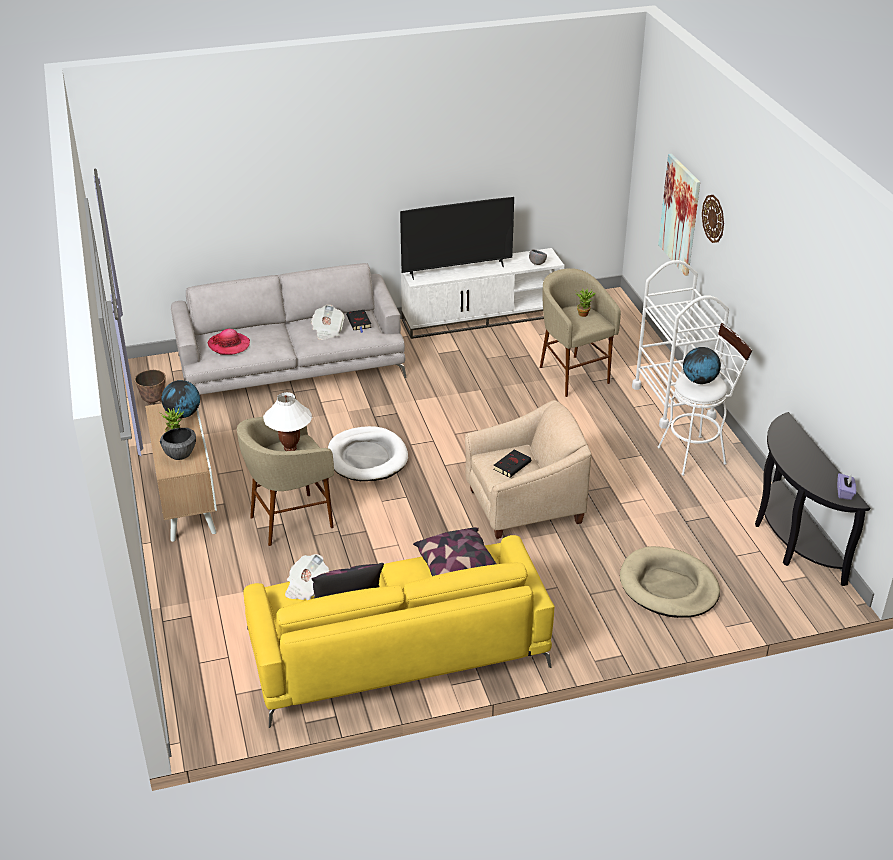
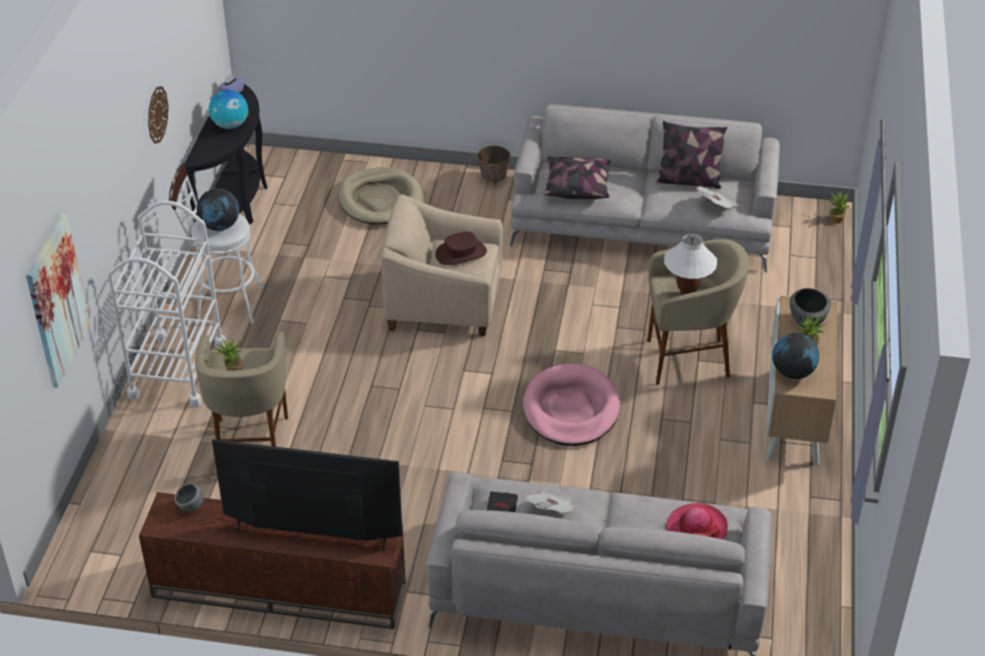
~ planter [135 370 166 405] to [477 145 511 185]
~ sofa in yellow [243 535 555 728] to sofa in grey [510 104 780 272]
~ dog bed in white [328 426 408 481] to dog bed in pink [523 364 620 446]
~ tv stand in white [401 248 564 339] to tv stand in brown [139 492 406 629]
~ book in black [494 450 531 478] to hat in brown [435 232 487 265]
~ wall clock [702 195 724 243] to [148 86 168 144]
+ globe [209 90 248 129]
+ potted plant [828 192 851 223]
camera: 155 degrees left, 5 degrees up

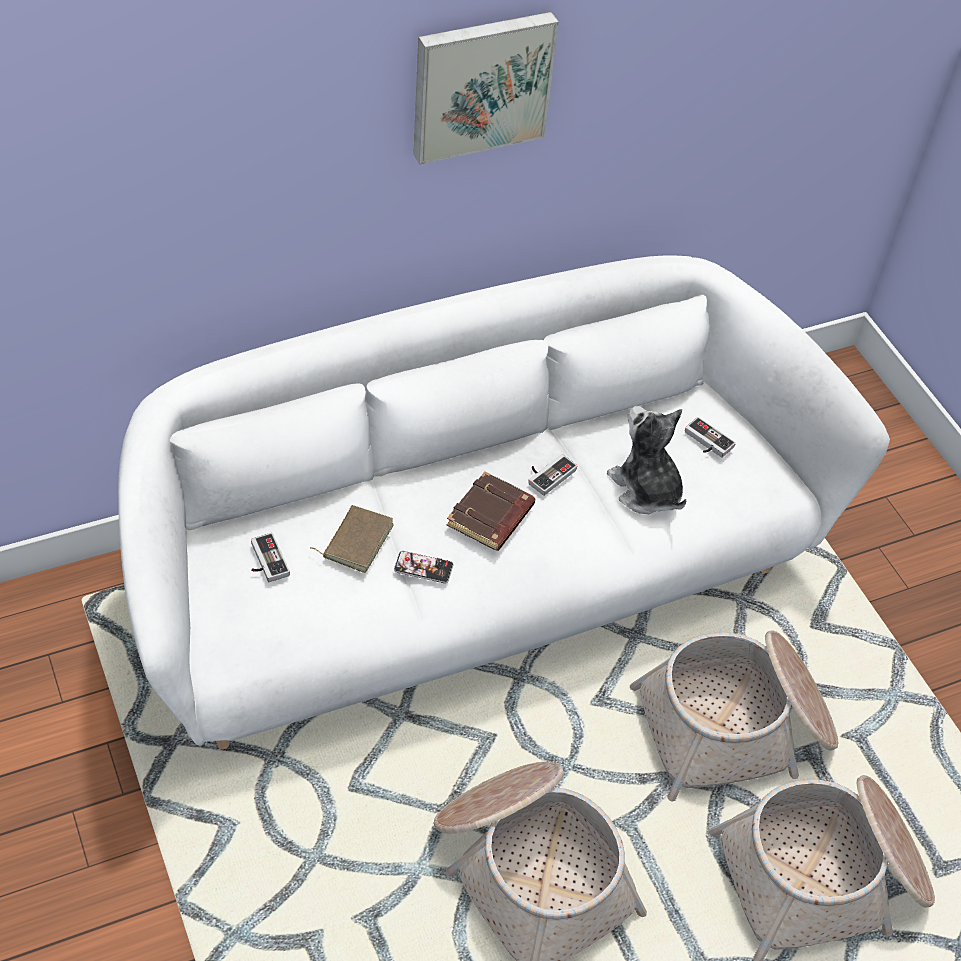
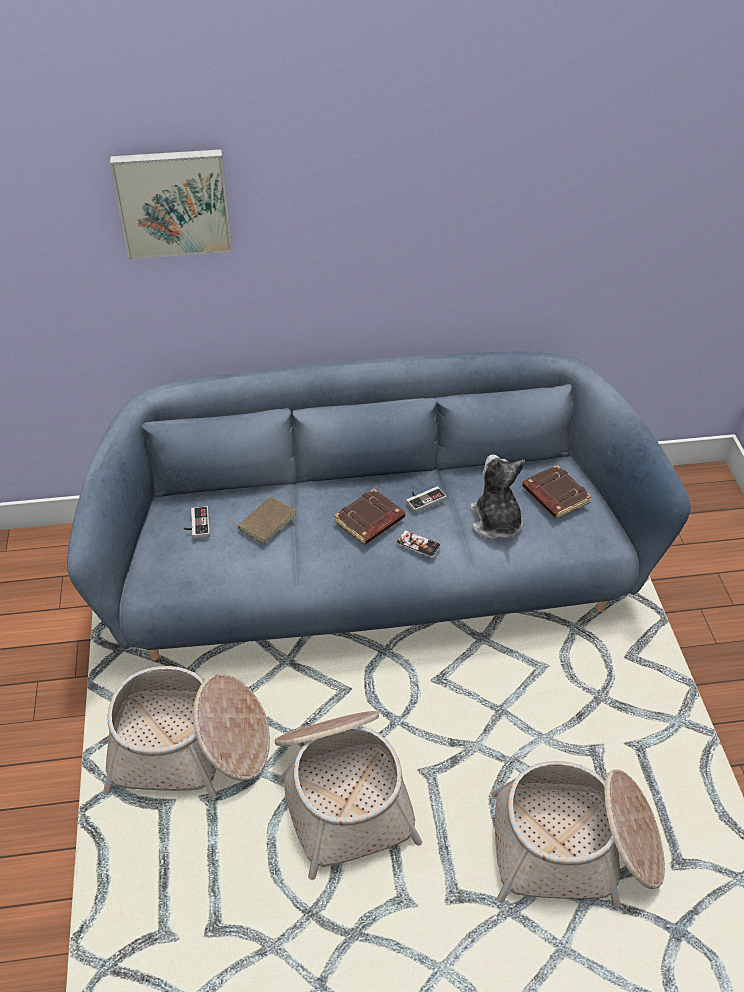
~ sofa in white [118 255 890 749] to sofa in blue [67 351 691 660]
~ phone [394 551 453 584] to [396 530 441 558]
~ picture [413 12 559 165] to [110 149 232 259]
~ basket [630 630 839 802] to [103 666 270 799]
~ game controller [685 417 736 458] to book in brown [522 465 592 519]
camera: 20 degrees right, 5 degrees down

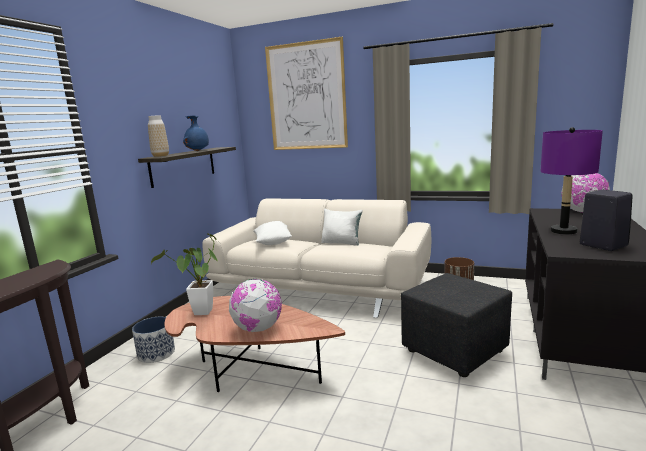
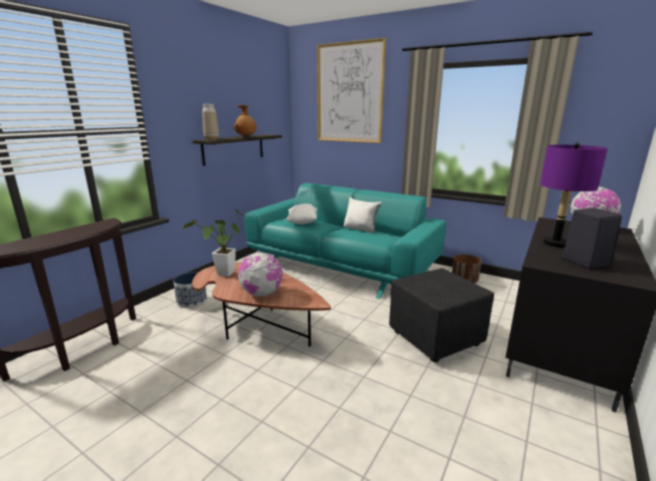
~ vase in blue [183 115 209 151] to vase in brown [234 105 257 137]
~ sofa in beige [202 198 431 318] to sofa in turquoise [245 183 446 299]
camera: 10 degrees right, 5 degrees up

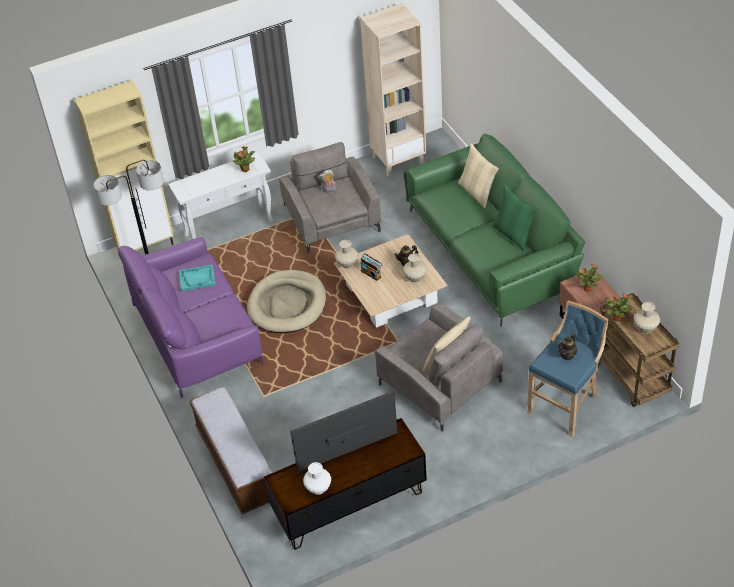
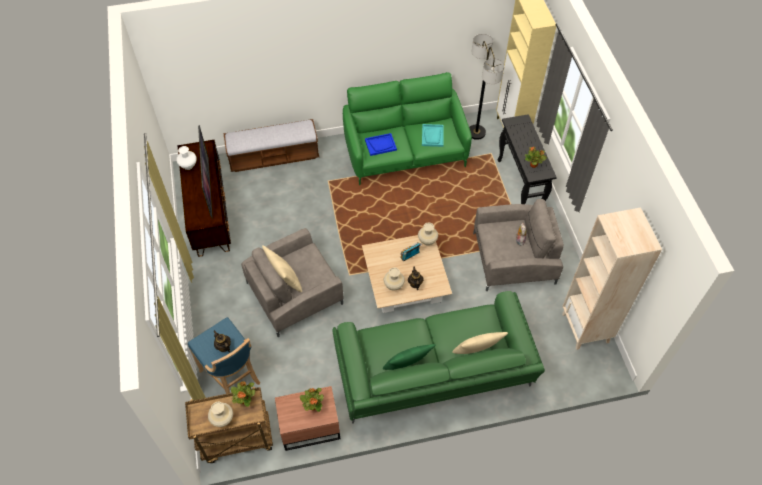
~ sofa in purple [118 237 264 398] to sofa in green [343 72 472 185]
~ console table in white [168 152 274 239] to console table in black [498 114 557 204]
- dog bed in beige [247 270 326 334]
+ tray in blue [365 133 397 156]
camera: 100 degrees right, 10 degrees up

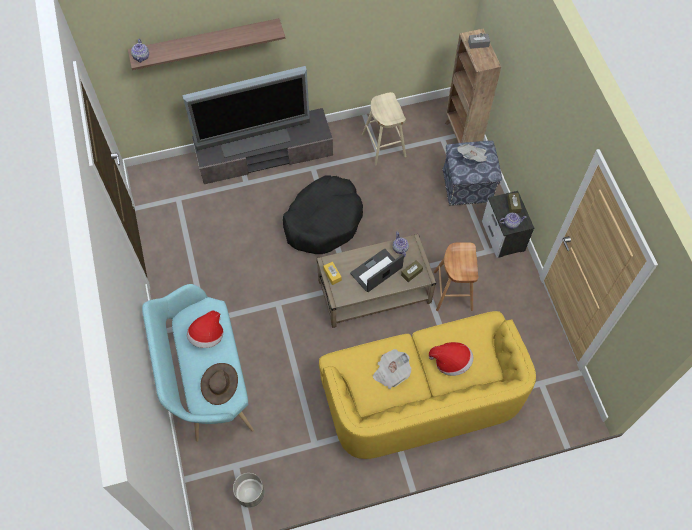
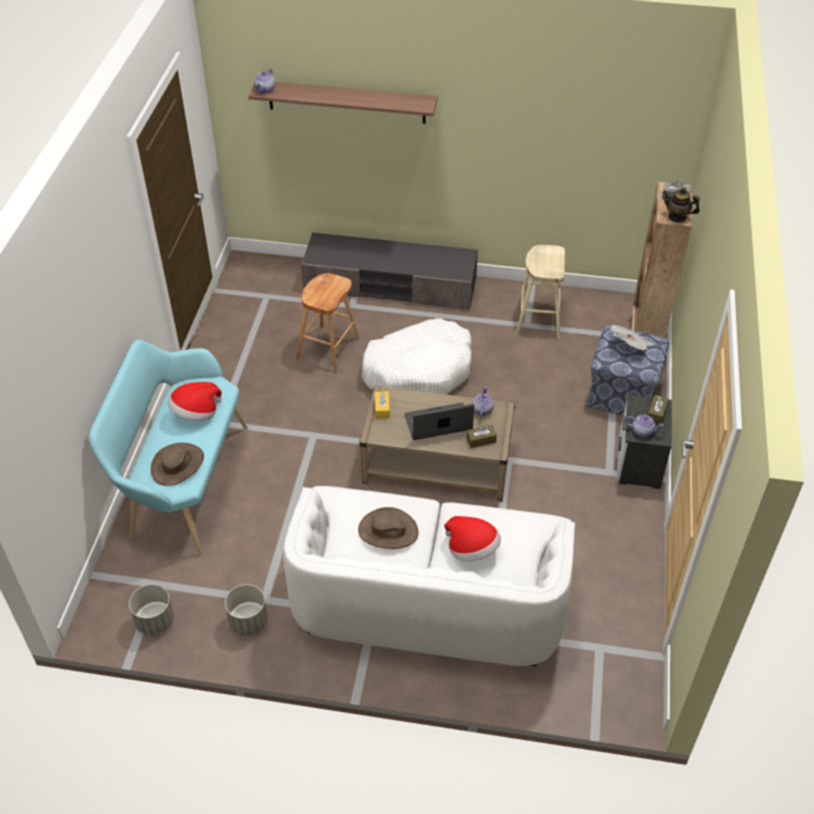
- television [182 66 310 158]
~ dog bed in black [283 175 363 254] to dog bed in white [361 319 472 394]
~ sofa in yellow [319 311 536 459] to sofa in white [283 486 575 667]
~ newspaper [373 349 411 389] to hat in brown [358 507 419 549]
~ stool in brown [434 242 478 311] to [296 273 360 373]
+ planter in grey [225 584 268 635]
+ teapot [663 187 700 223]
camera: 25 degrees right, 15 degrees down

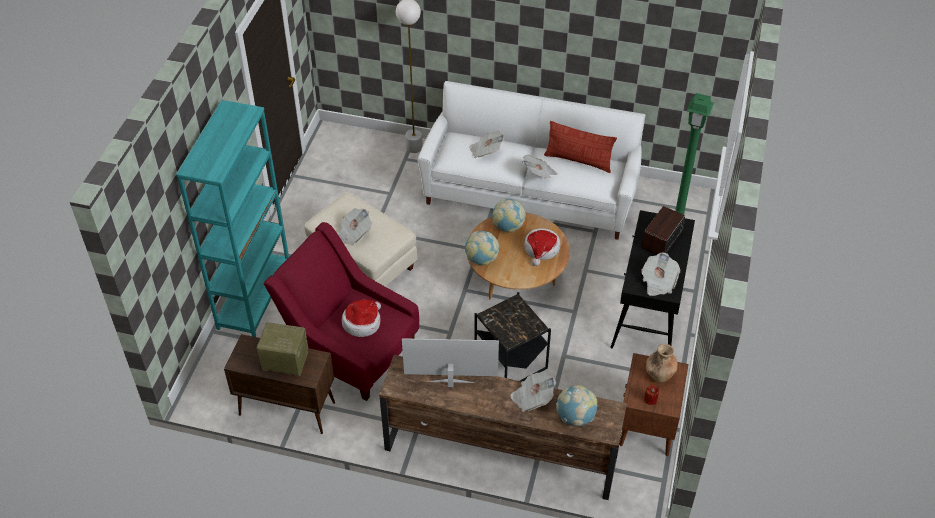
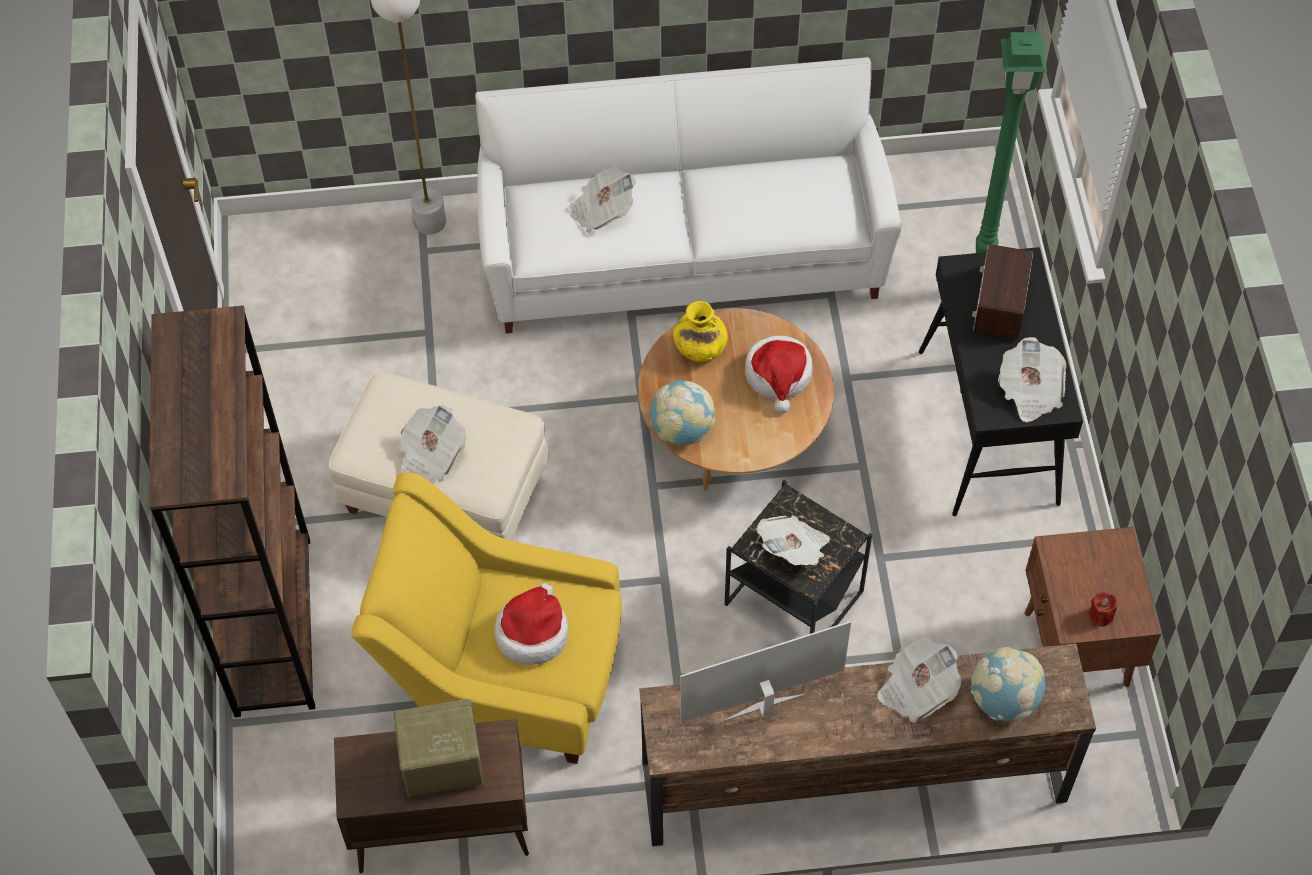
~ bookcase in turquoise [176 100 289 337] to bookcase in brown [149 306 315 717]
~ armchair in red [264 222 419 401] to armchair in yellow [351 472 622 764]
~ globe [492 199 526 233] to vase in yellow [673 301 728 362]
~ newspaper [522 155 558 178] to [757 515 830 565]
- pillow [544 121 617 173]
- vase in brown [646 344 677 383]
camera: 20 degrees left, 10 degrees up

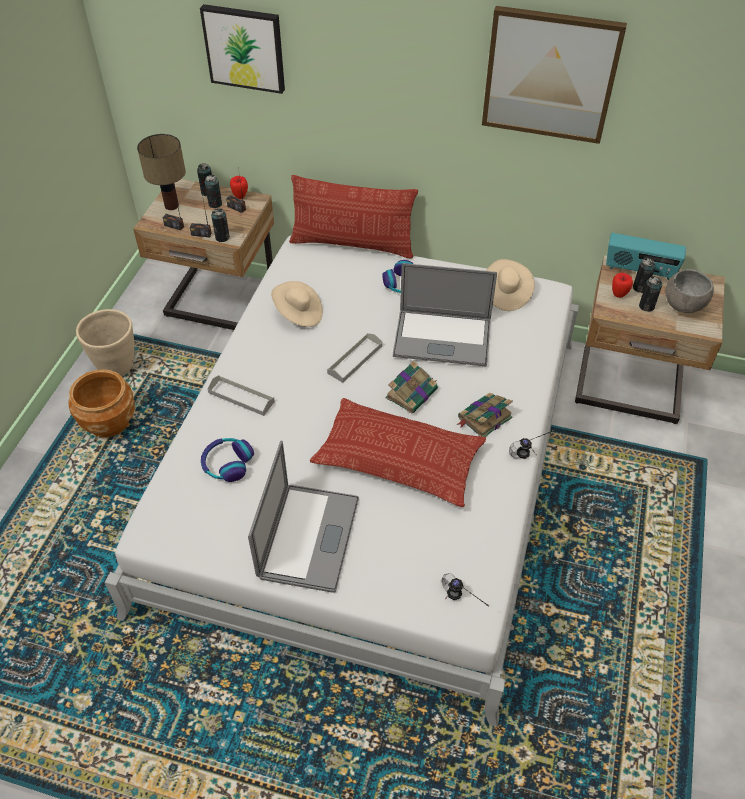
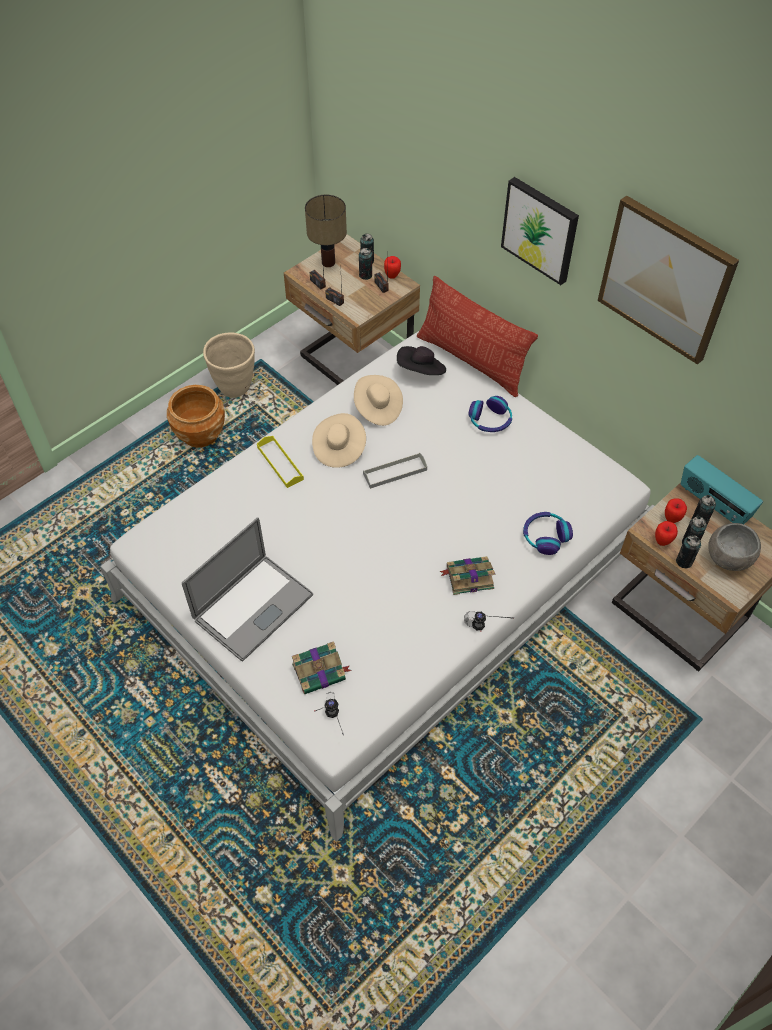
~ picture [200 4 285 94] to [501 177 579 285]
~ headphones [201 438 254 482] to [523 512 573 555]
~ tray in grey [207 375 275 416] to tray in yellow [257 436 304 488]
~ can [211 208 230 242] to [676 535 701 568]
- pillow [310 398 486 507]
~ book [385 360 438 414] to [292 641 352 694]
- laptop [393 263 497 367]
~ hat in beige [486 259 535 311] to [312 413 366 468]
+ hat in black [397 346 446 375]
+ apple [655 521 678 546]
camera: 30 degrees right, 5 degrees up

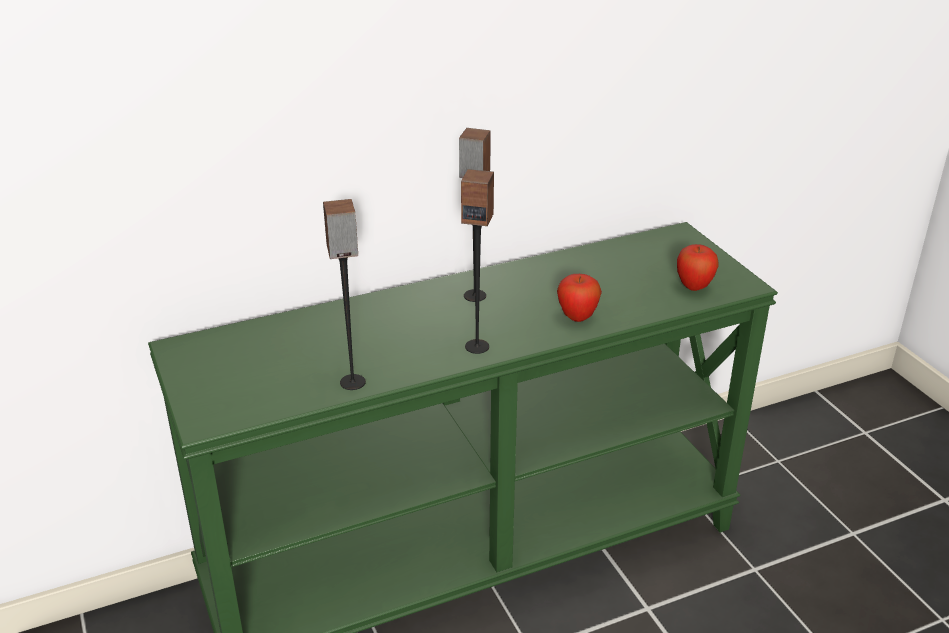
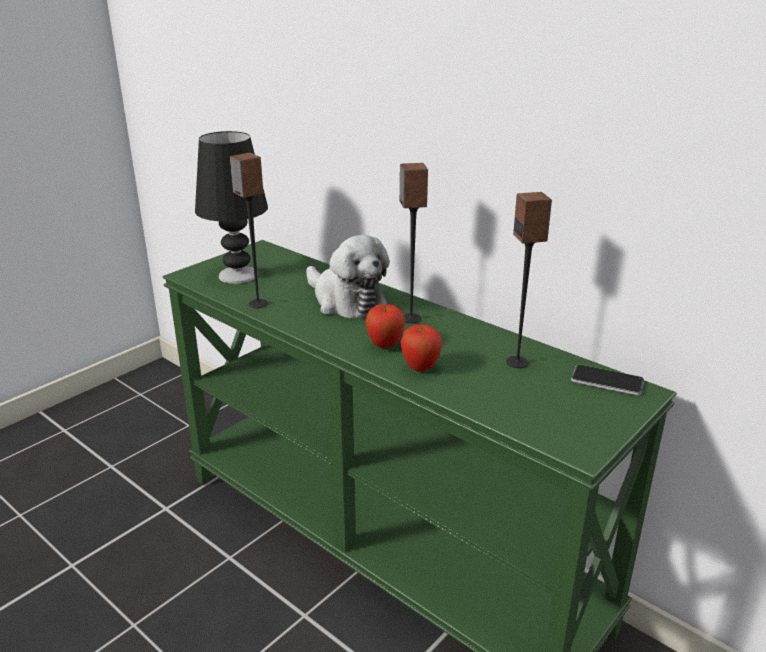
~ speaker [461 169 494 354] to [506 192 552 368]
~ apple [677 244 719 291] to [365 304 405 348]
+ table lamp in black [195 131 268 284]
+ plush toy [306 235 390 318]
+ phone [571 364 644 396]
camera: 65 degrees right, 5 degrees down

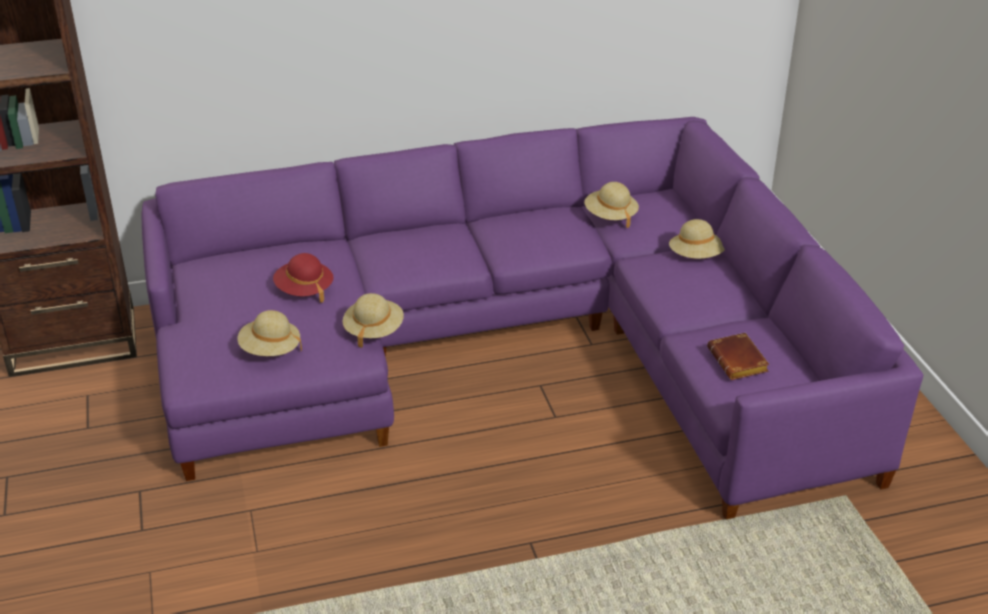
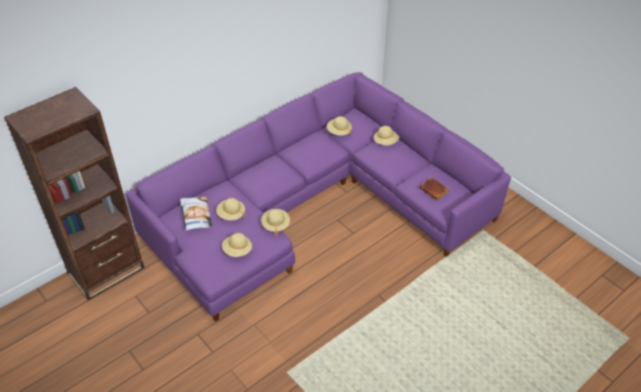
~ hat in red [273 253 333 303] to hat in beige [216 198 245 220]
+ pillow [180 196 212 231]
camera: 25 degrees left, 10 degrees up

